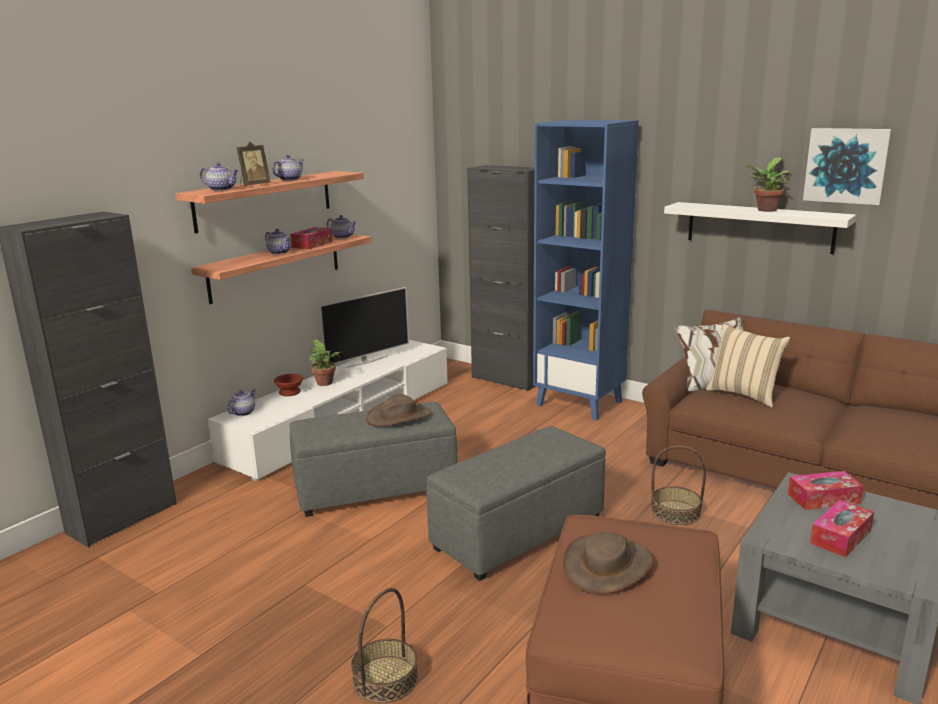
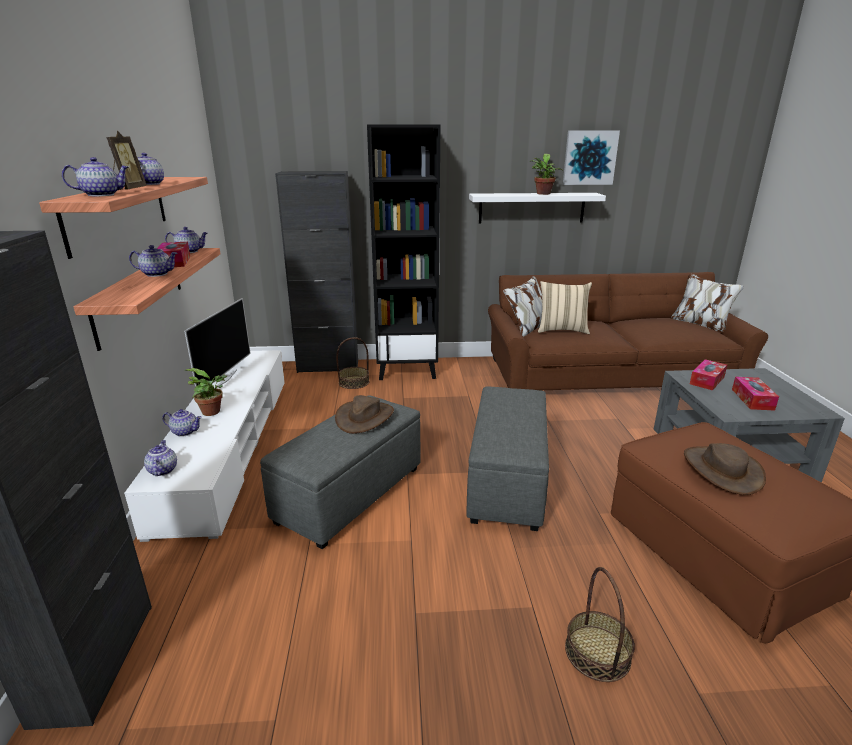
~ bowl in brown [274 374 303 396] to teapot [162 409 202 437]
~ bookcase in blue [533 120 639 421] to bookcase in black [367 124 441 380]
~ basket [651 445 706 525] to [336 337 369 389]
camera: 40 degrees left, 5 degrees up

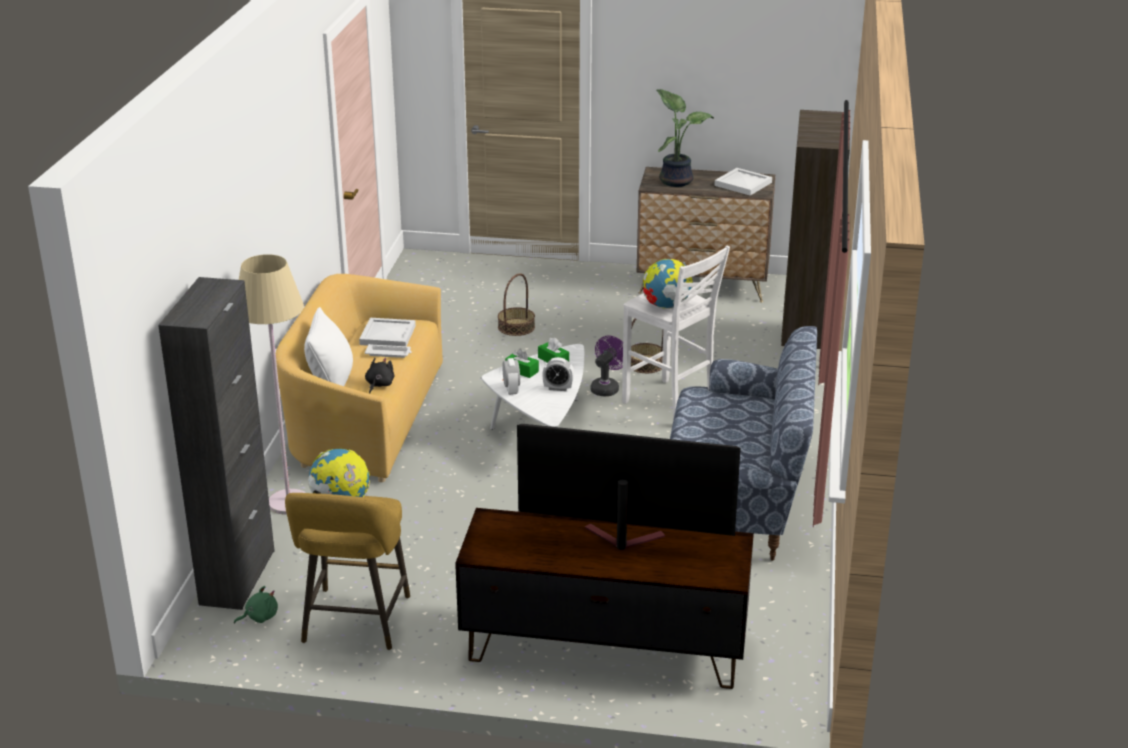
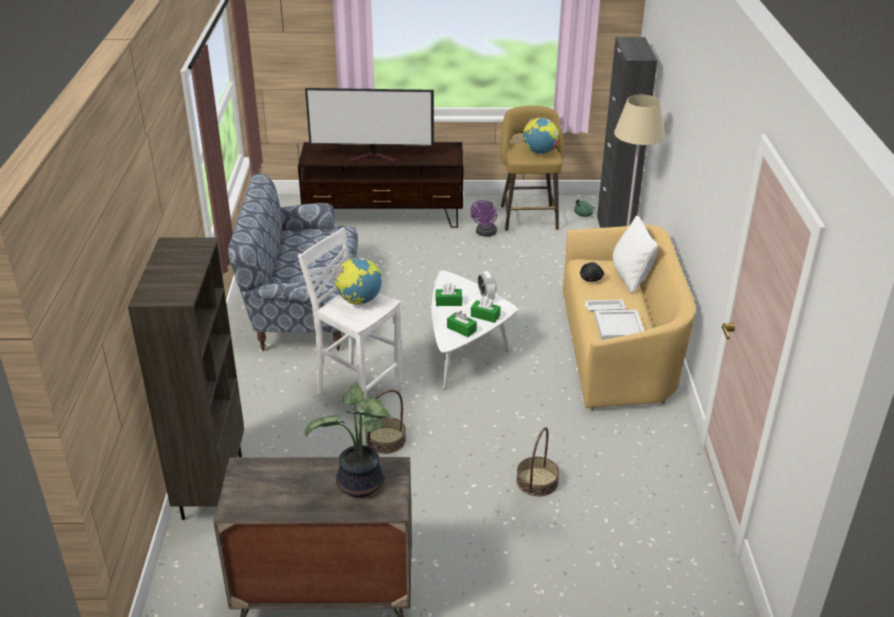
~ alarm clock [542 357 574 391] to tissue box in green [435 283 462 306]
~ fan in purple [590 335 623 396] to [470 200 497 237]
- tray in white [714 168 772 196]
camera: 170 degrees right, 5 degrees up

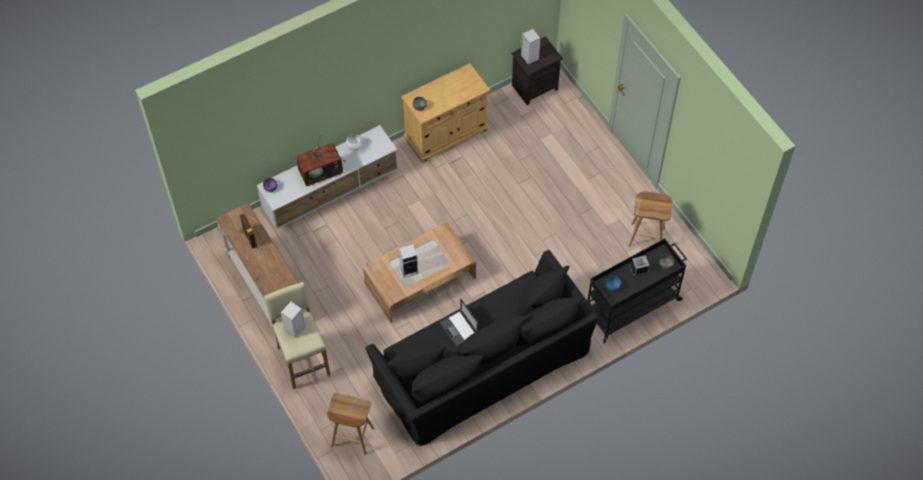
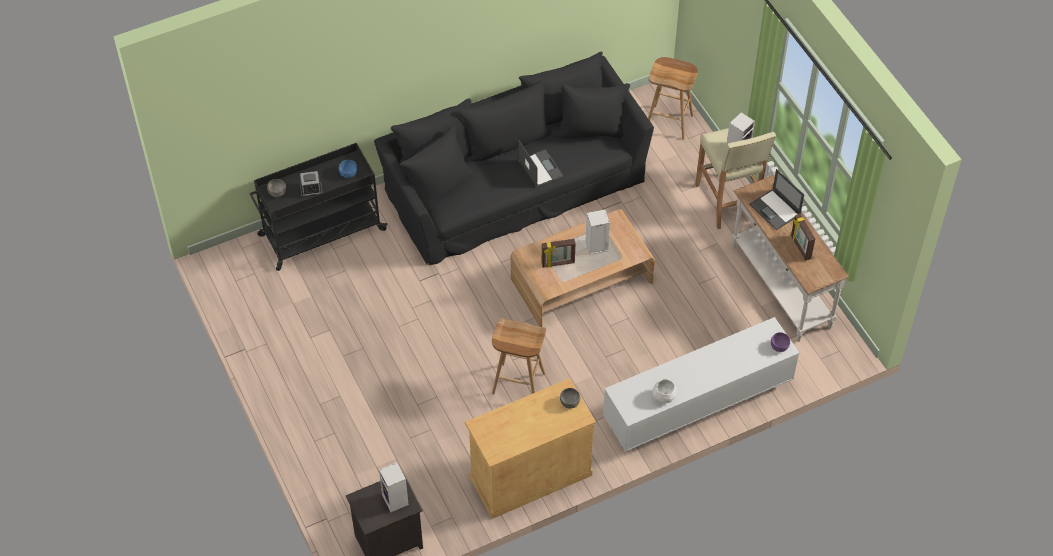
- television [296 139 345 186]
~ stool in brown [629 192 673 247] to [492 318 546 394]
+ picture frame [542 239 575 268]
+ laptop [749 169 804 230]
camera: 175 degrees left, 5 degrees down

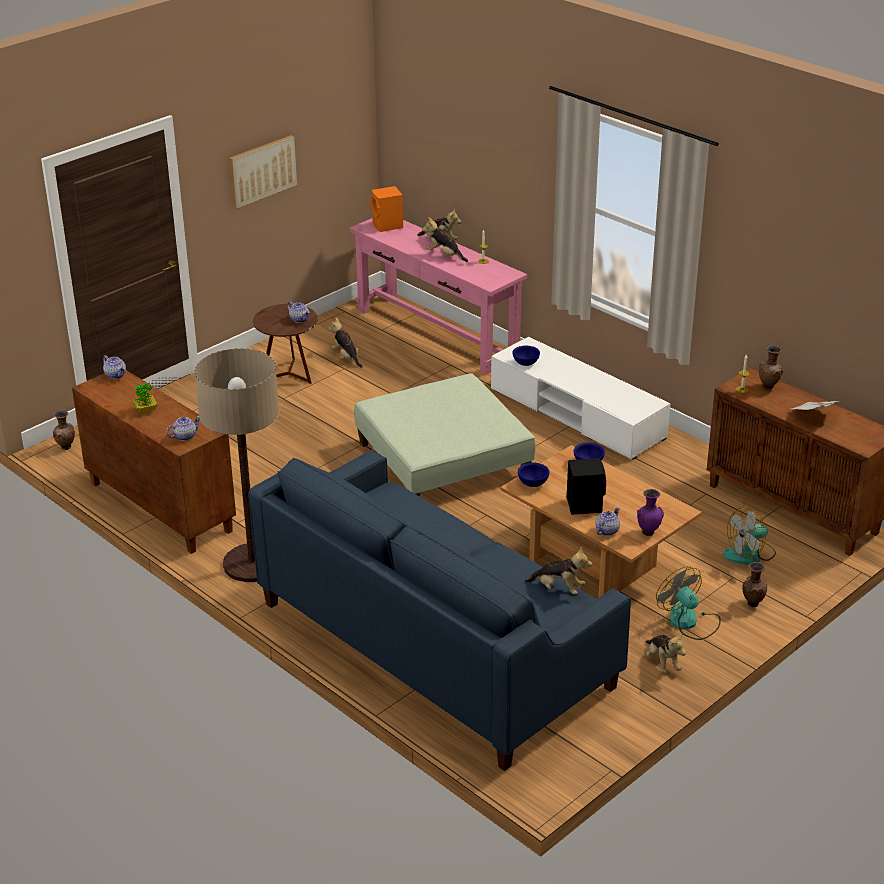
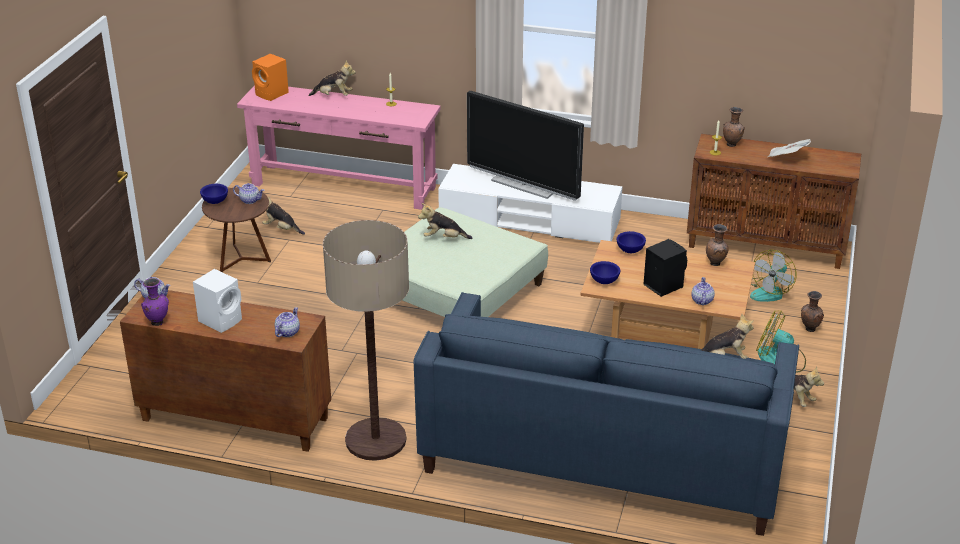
~ vase in brown [53 410 75 450] to [706 224 729 266]
~ potted plant [133 383 157 413] to speaker in white [193 269 242 333]
- picture [229 135 297 209]
~ plush toy [422 217 468 262] to [418 203 472 239]
~ bowl in blue [513 346 540 366] to [200 184 228 204]
~ vase in purple [637 489 664 536] to [141 278 169 326]
+ television [467 91 584 201]
camera: 30 degrees left, 0 degrees up

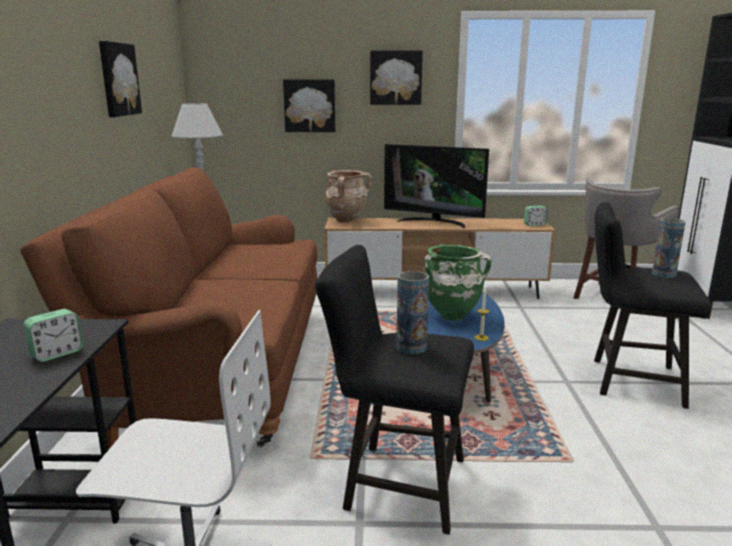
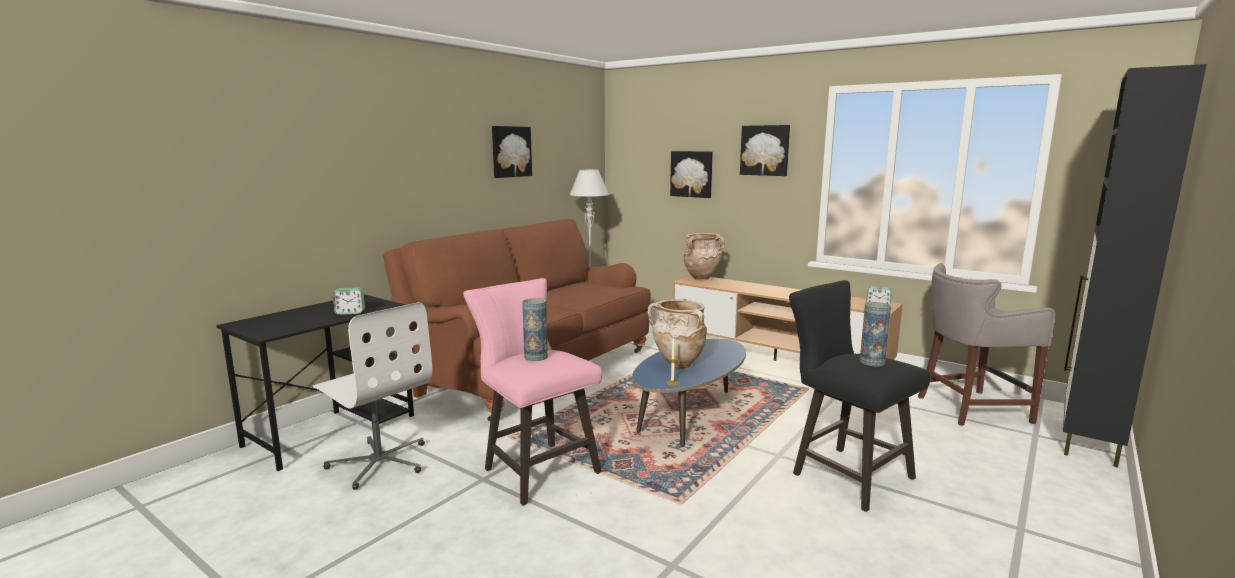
~ stool in black [315 245 474 535] to stool in pink [463 278 602 506]
- television [384 144 489 228]
~ vase in green [424 244 491 321] to vase in beige [648 299 707 368]
camera: 35 degrees right, 5 degrees down

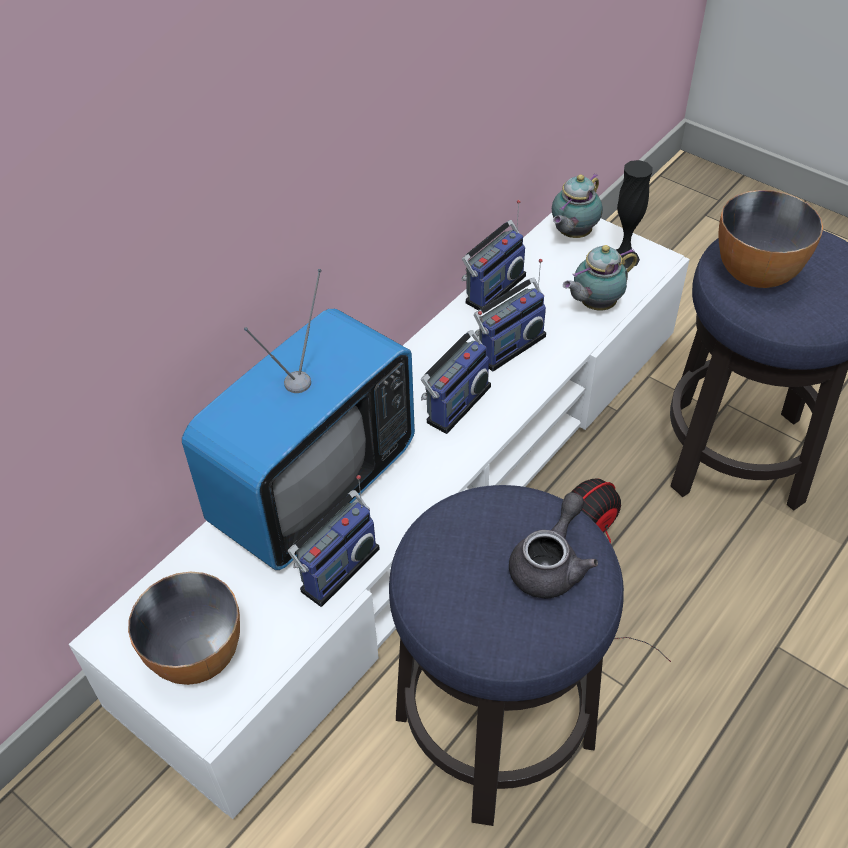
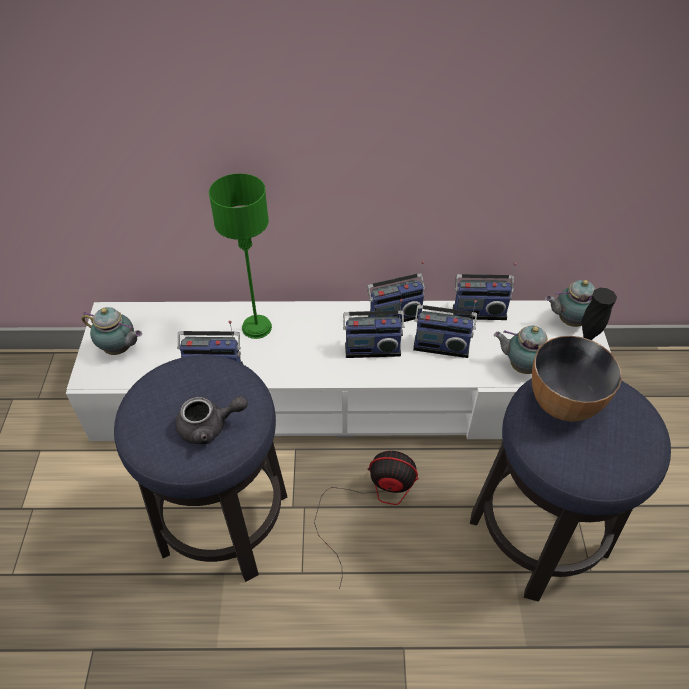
~ bowl [128 572 240 685] to teapot [82 307 142 355]
~ television [182 269 415 570] to table lamp in green [209 173 272 339]
+ radio [367 261 425 323]
camera: 50 degrees right, 0 degrees up

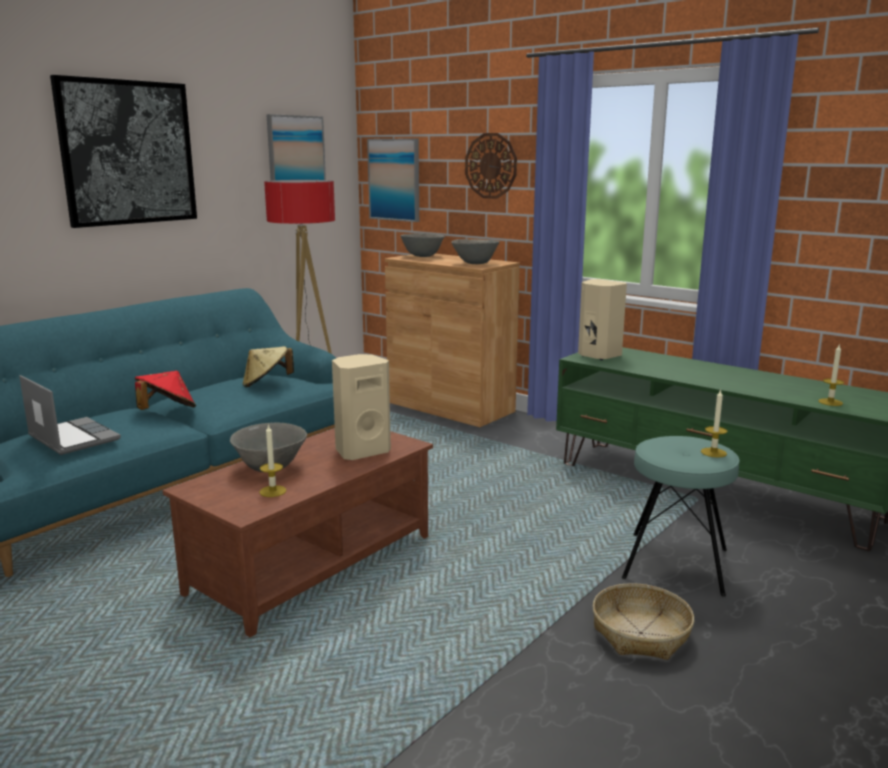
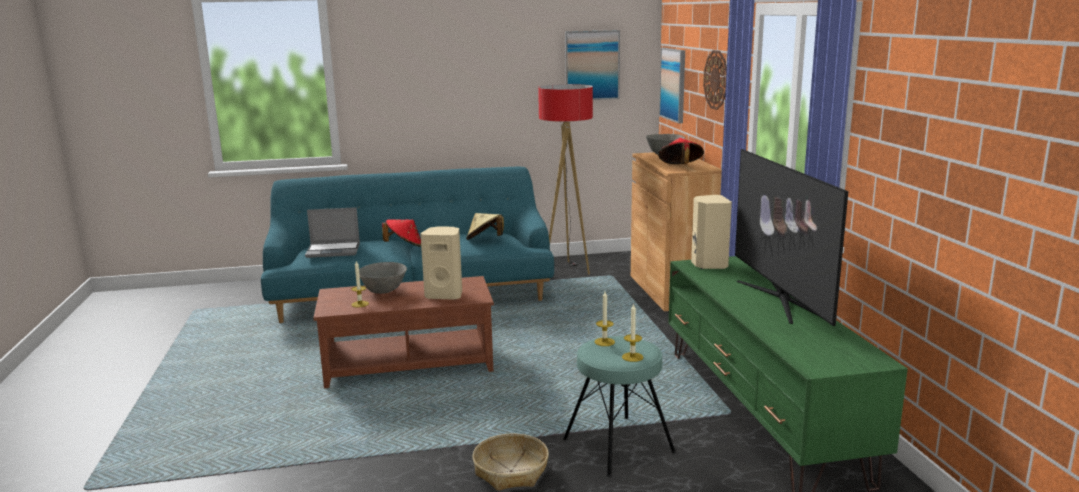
~ laptop [19 375 121 455] = [305 207 360 258] 90 degrees clockwise
- picture [50 75 197 228]
~ bowl in grey [451 239 499 264] to hat in red [658 138 704 164]
~ candle [818 343 844 406] to [595 292 615 346]
+ television [735 149 848 326]
camera: 40 degrees right, 0 degrees up

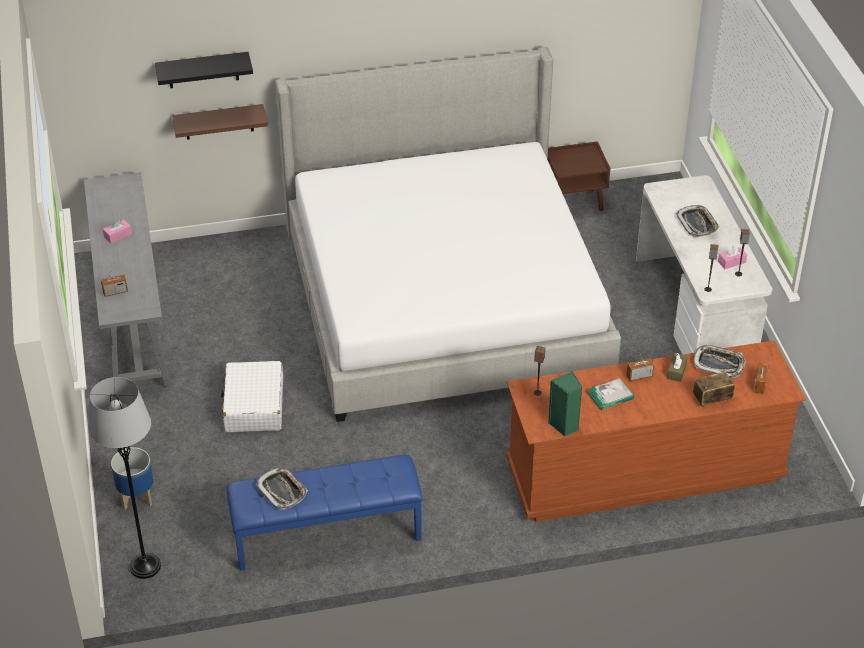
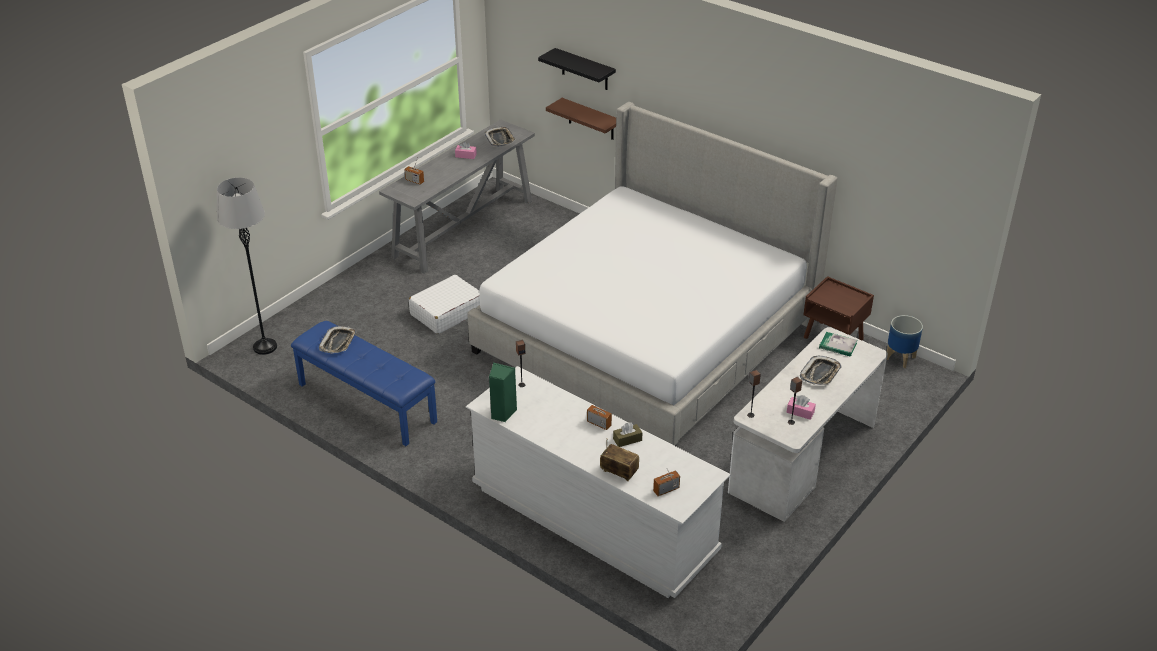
~ planter [111 447 153 509] to [887 315 923 368]
~ dresser in brown [506 341 806 522] to dresser in white [466 366 731 598]
~ book [587 378 634 410] to [819 332 857 357]
~ tray [693 345 745 378] to [484 127 516 147]
camera: 50 degrees right, 5 degrees down

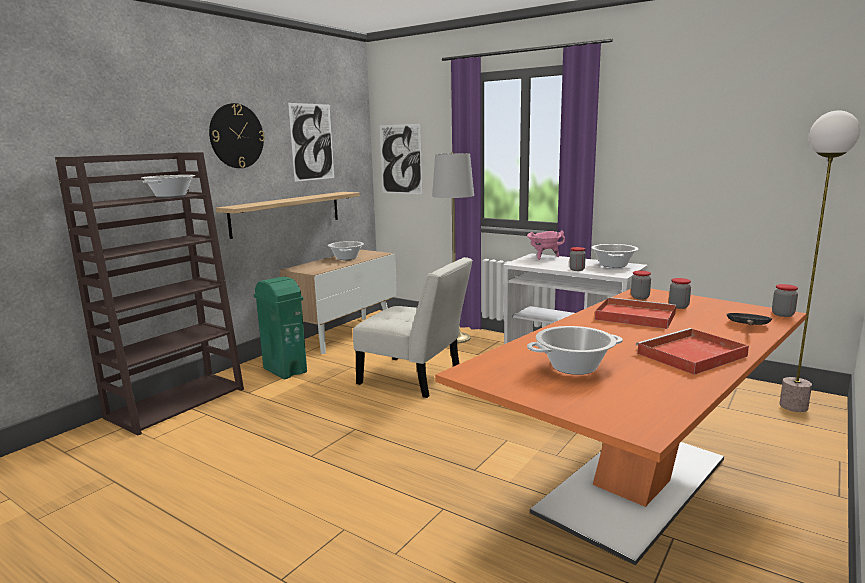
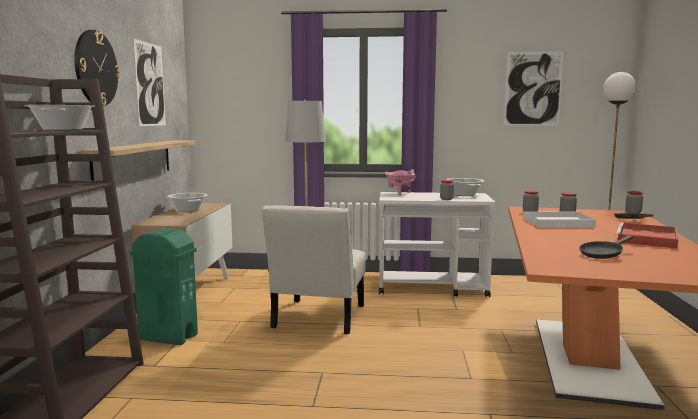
~ chair in white [353 257 473 398] = [262 205 366 334] 105 degrees clockwise
~ picture [380 124 422 194] to [504 51 564 126]
~ cooking pot [527 326 623 375] to frying pan in black [579 235 634 259]
~ tray in red [595 297 676 329] to tray in white [524 211 596 228]
camera: 30 degrees left, 5 degrees down

